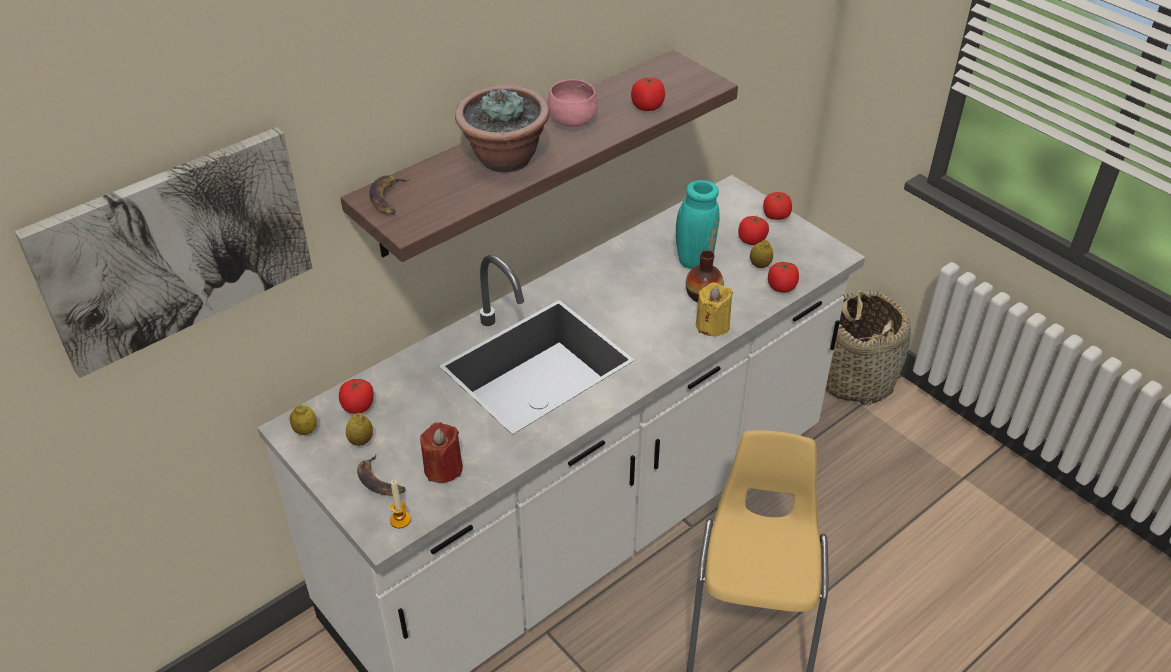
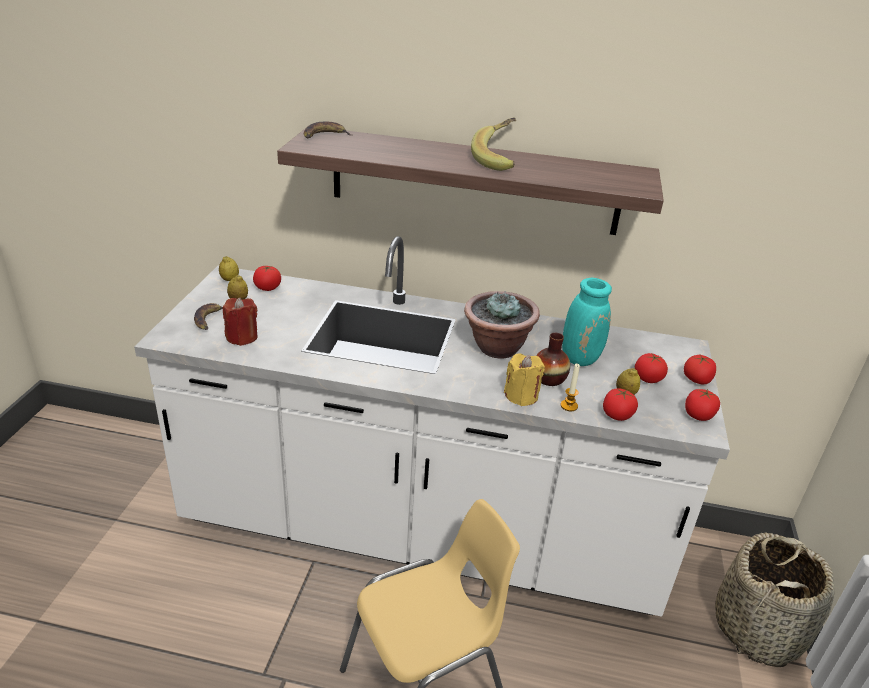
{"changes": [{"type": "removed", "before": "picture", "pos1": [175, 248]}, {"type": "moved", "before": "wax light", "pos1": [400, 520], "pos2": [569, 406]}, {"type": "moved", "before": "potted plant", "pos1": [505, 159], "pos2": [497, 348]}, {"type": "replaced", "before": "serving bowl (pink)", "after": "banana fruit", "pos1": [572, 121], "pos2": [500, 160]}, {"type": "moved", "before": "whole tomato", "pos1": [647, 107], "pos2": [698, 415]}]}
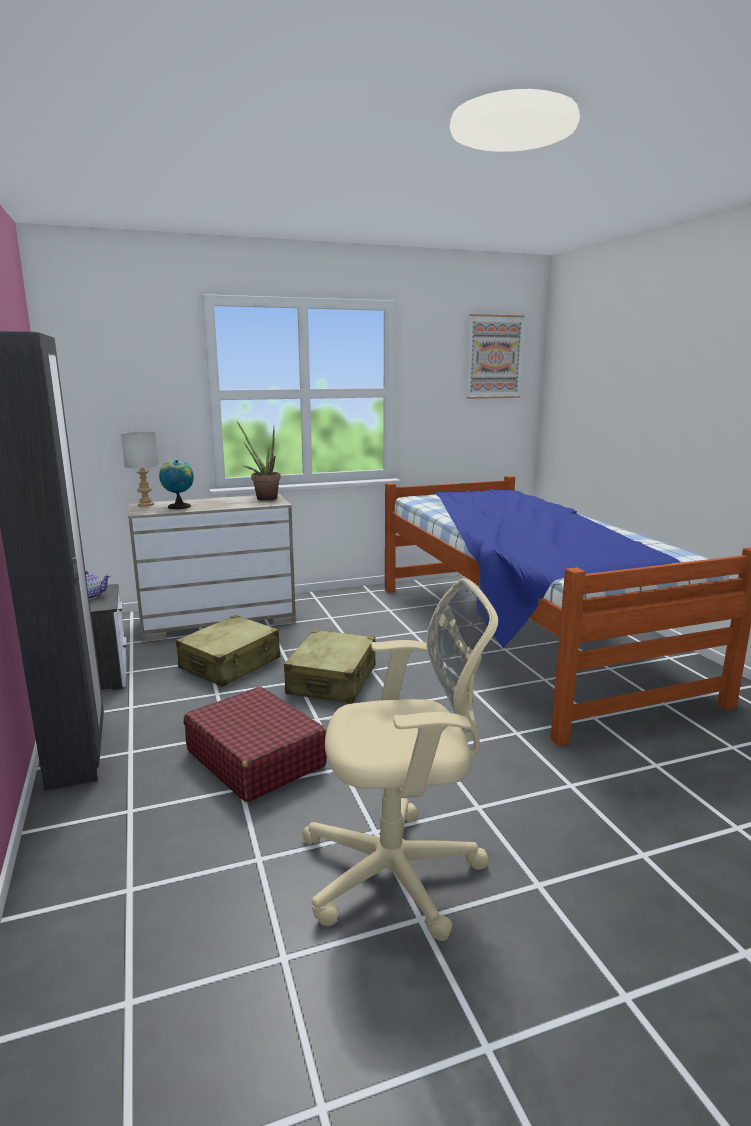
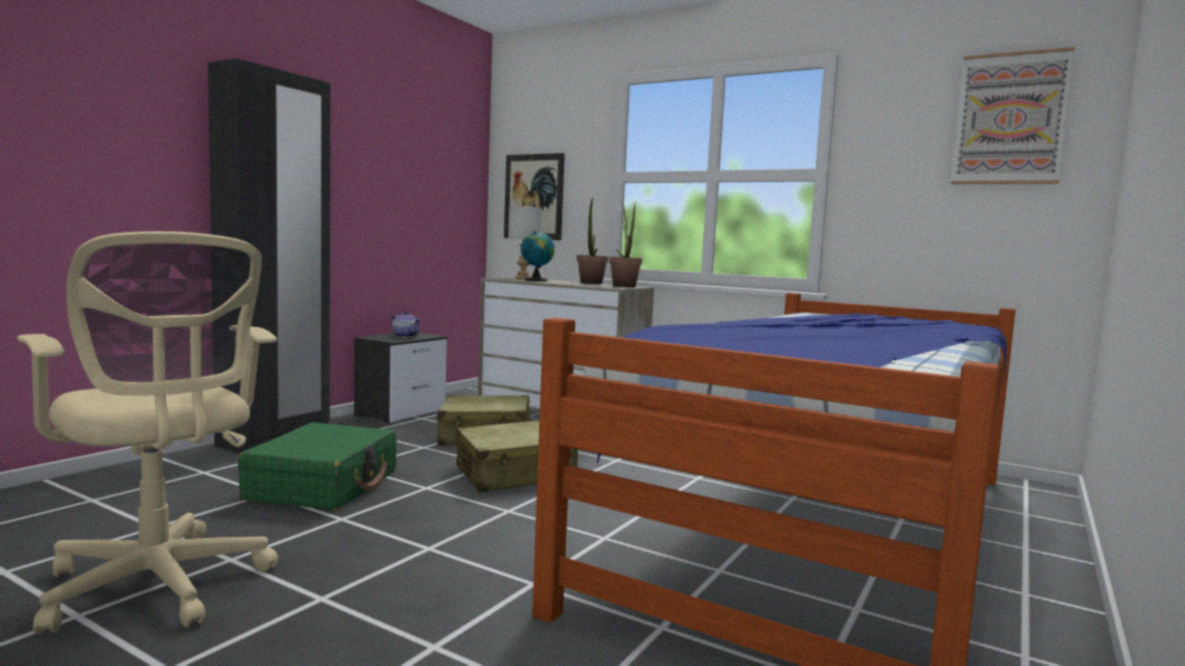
{"changes": [{"type": "recoloured", "before": "suitcase (reddish)", "after": "suitcase (green)", "pos1": [255, 758], "pos2": [324, 485]}, {"type": "added", "after": "picture", "pos2": [533, 197]}, {"type": "added", "after": "potted plant", "pos2": [590, 283]}]}
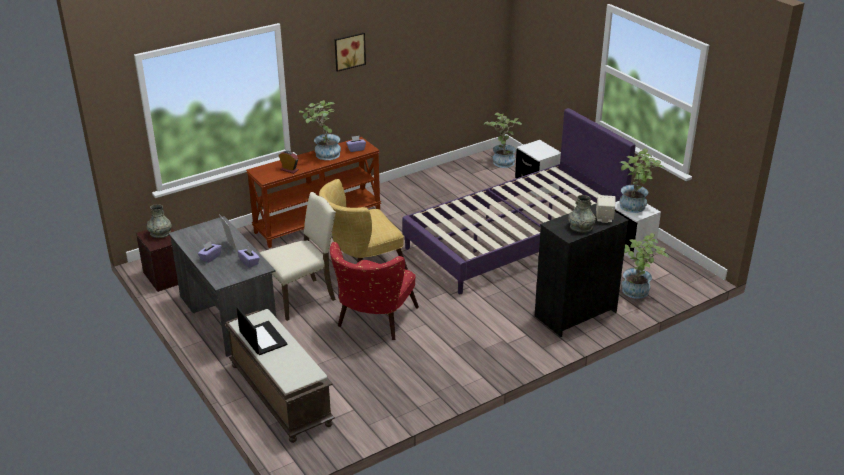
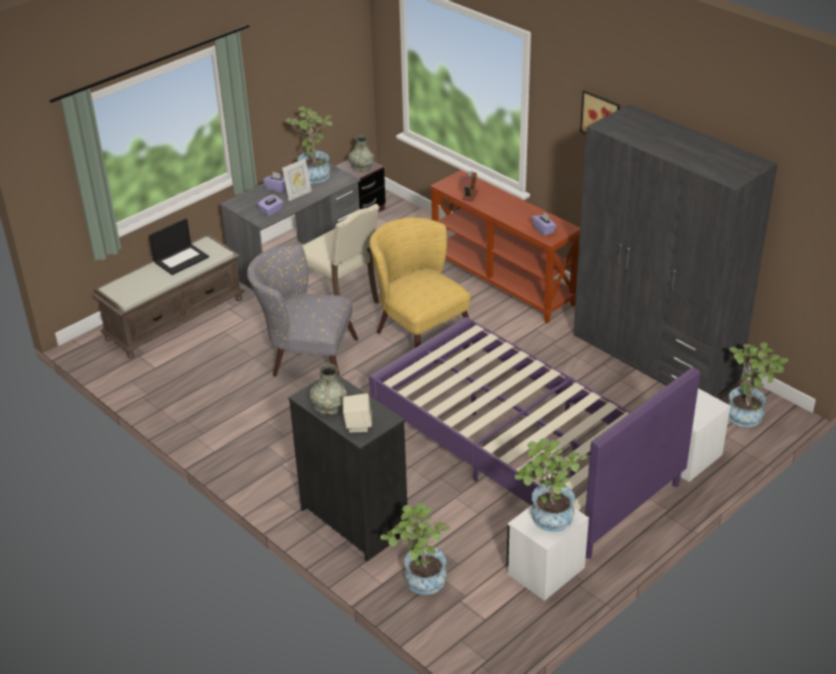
{"changes": [{"type": "moved", "before": "potted plant", "pos1": [323, 154], "pos2": [314, 173]}, {"type": "recoloured", "before": "armchair (reddish)", "after": "armchair (gray)", "pos1": [373, 322], "pos2": [305, 356]}, {"type": "added", "after": "clothes cupboard (gray)", "pos2": [655, 357]}]}
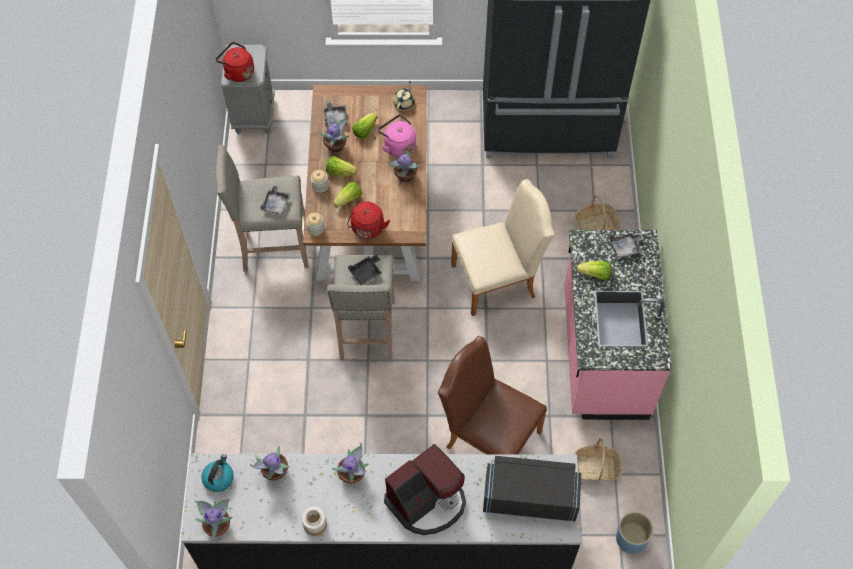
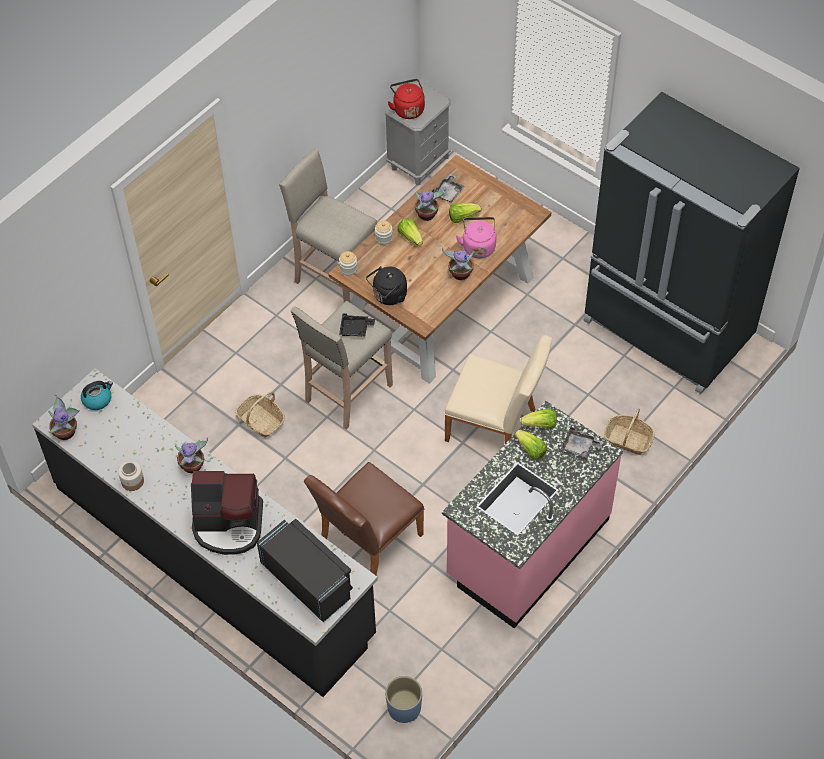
{"changes": [{"type": "removed", "before": "potted plant", "pos1": [275, 473]}, {"type": "removed", "before": "serving tray (gray)", "pos1": [276, 203]}, {"type": "moved", "before": "lettuce head", "pos1": [349, 199], "pos2": [540, 425]}, {"type": "recoloured", "before": "kettle (reddish)", "after": "kettle (blackish)", "pos1": [367, 229], "pos2": [388, 296]}, {"type": "removed", "before": "teapot (beige)", "pos1": [404, 102]}, {"type": "turned", "before": "upright chair (brown)", "pos1": [488, 435], "pos2": [366, 543], "turn": -120}, {"type": "moved", "before": "household basket", "pos1": [596, 467], "pos2": [261, 420]}]}
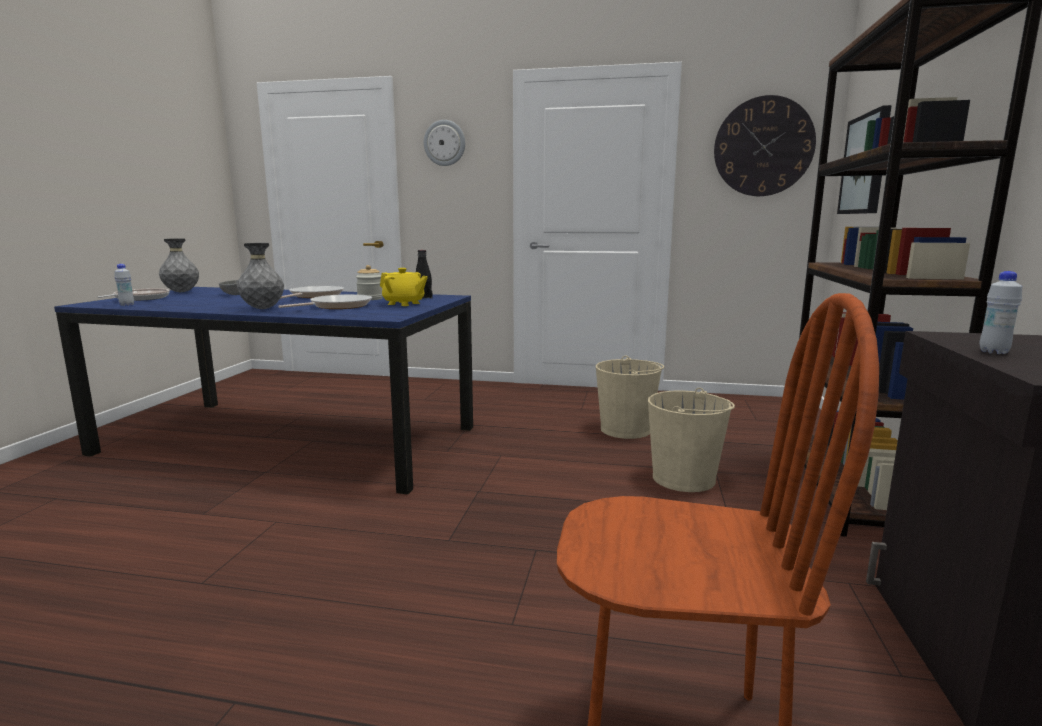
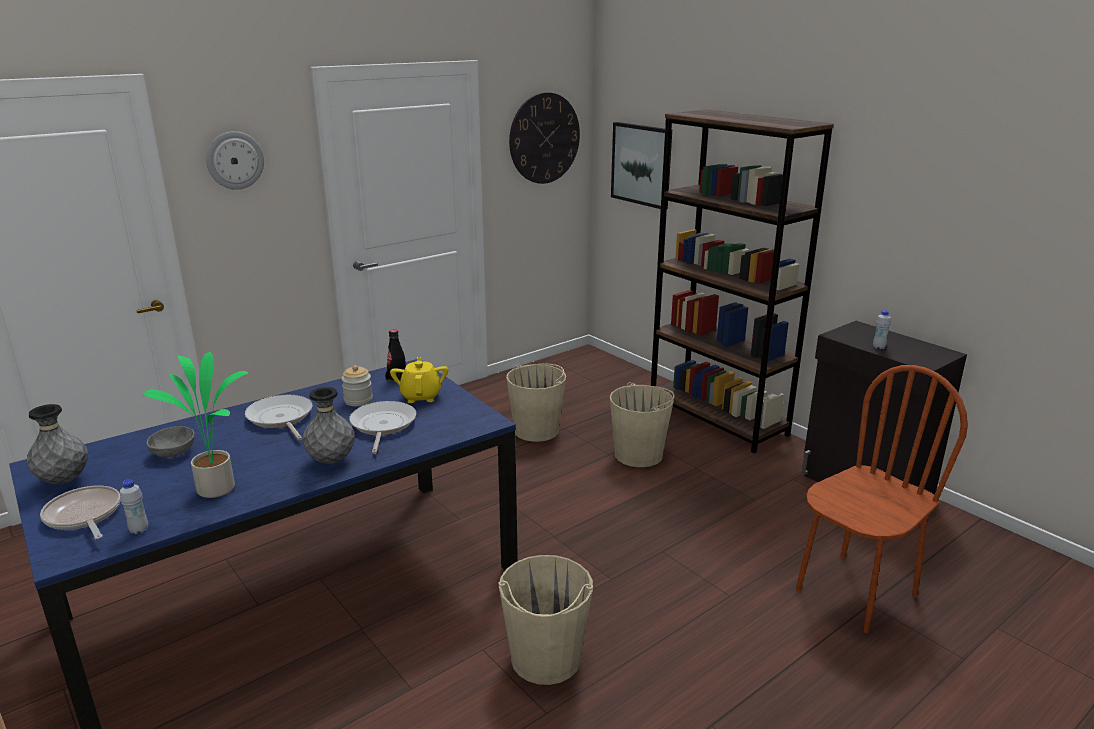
{"changes": [{"type": "turned", "before": "teapot (yellow)", "pos1": [404, 304], "pos2": [421, 396], "turn": -75}, {"type": "added", "after": "potted plant", "pos2": [218, 488]}, {"type": "added", "after": "bucket (beige)", "pos2": [545, 658]}]}
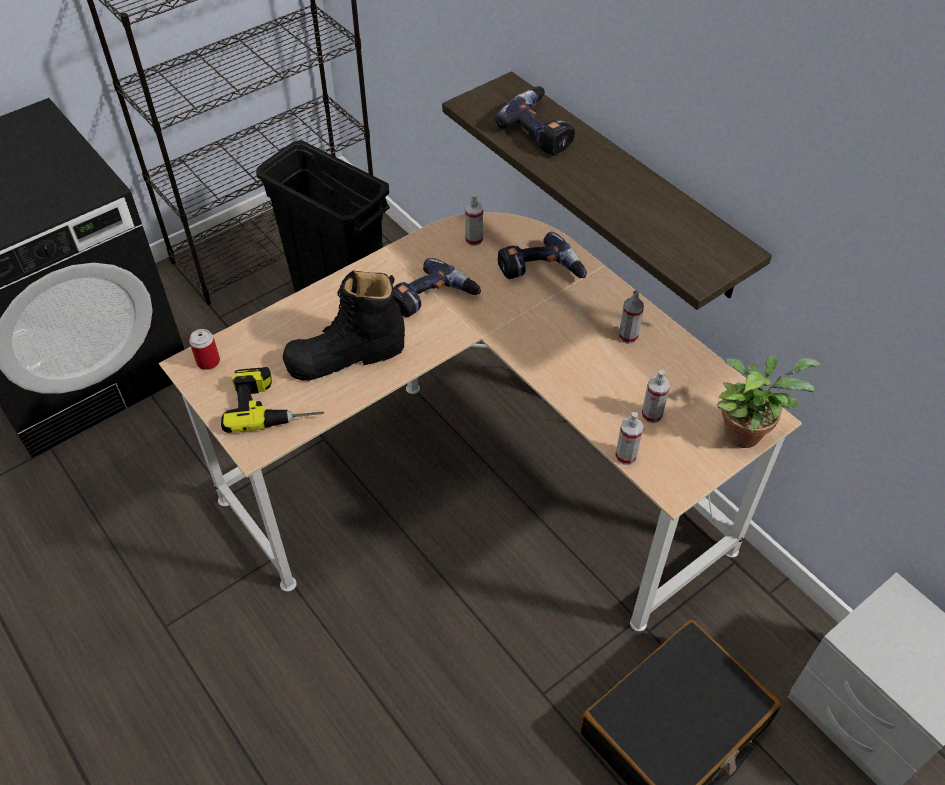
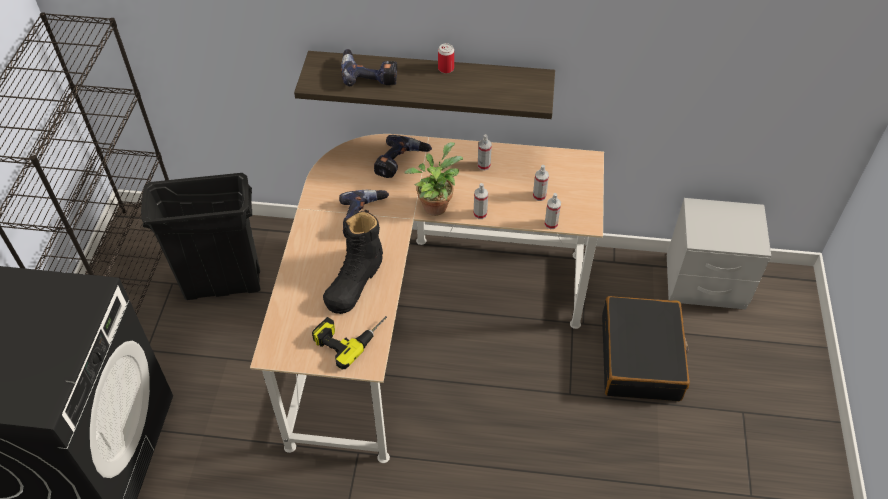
{"changes": [{"type": "moved", "before": "can", "pos1": [208, 362], "pos2": [446, 68]}, {"type": "moved", "before": "hand sprayer", "pos1": [473, 240], "pos2": [480, 214]}, {"type": "moved", "before": "potted plant", "pos1": [745, 431], "pos2": [435, 204]}]}
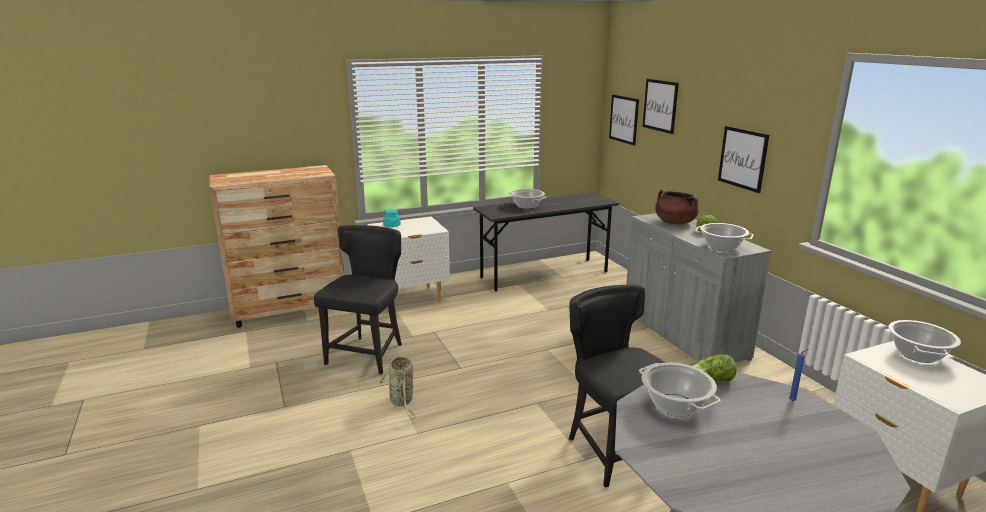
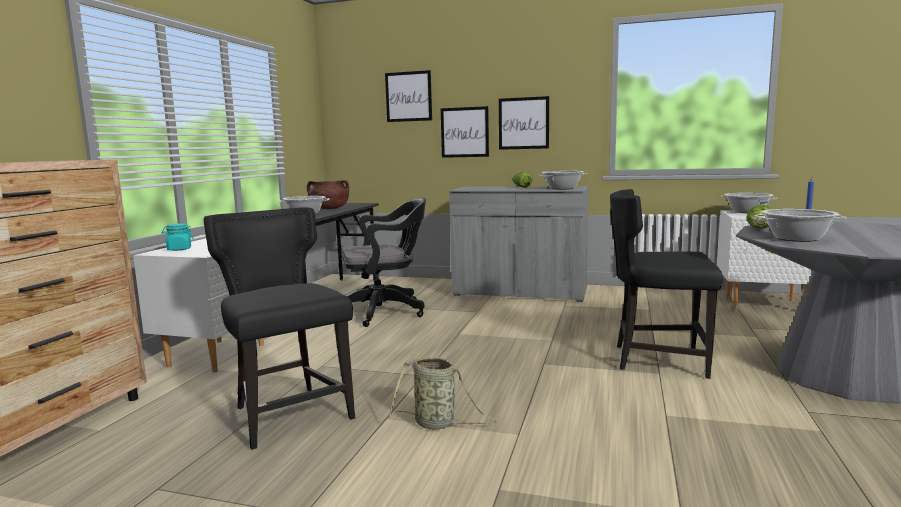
{"changes": [{"type": "moved", "before": "picture", "pos1": [624, 119], "pos2": [464, 132]}, {"type": "moved", "before": "stockpot (brown)", "pos1": [674, 222], "pos2": [329, 209]}, {"type": "added", "after": "desk chair (blackish)", "pos2": [384, 311]}]}
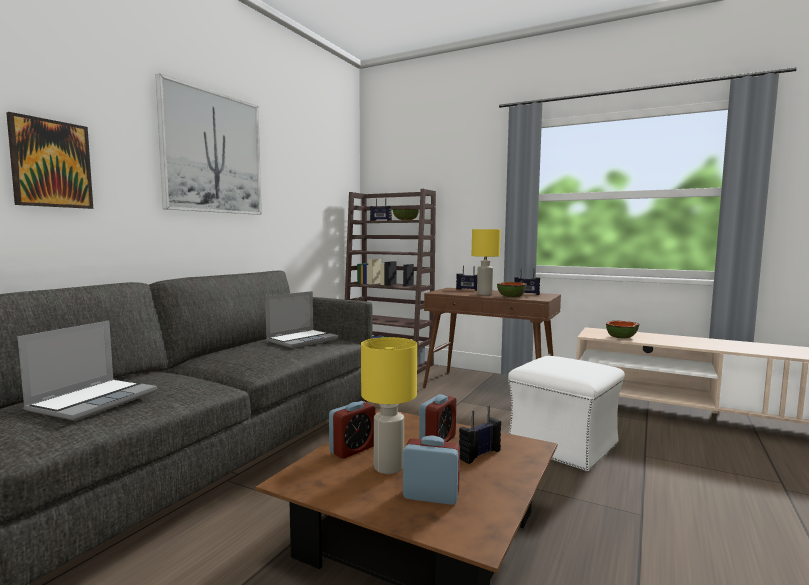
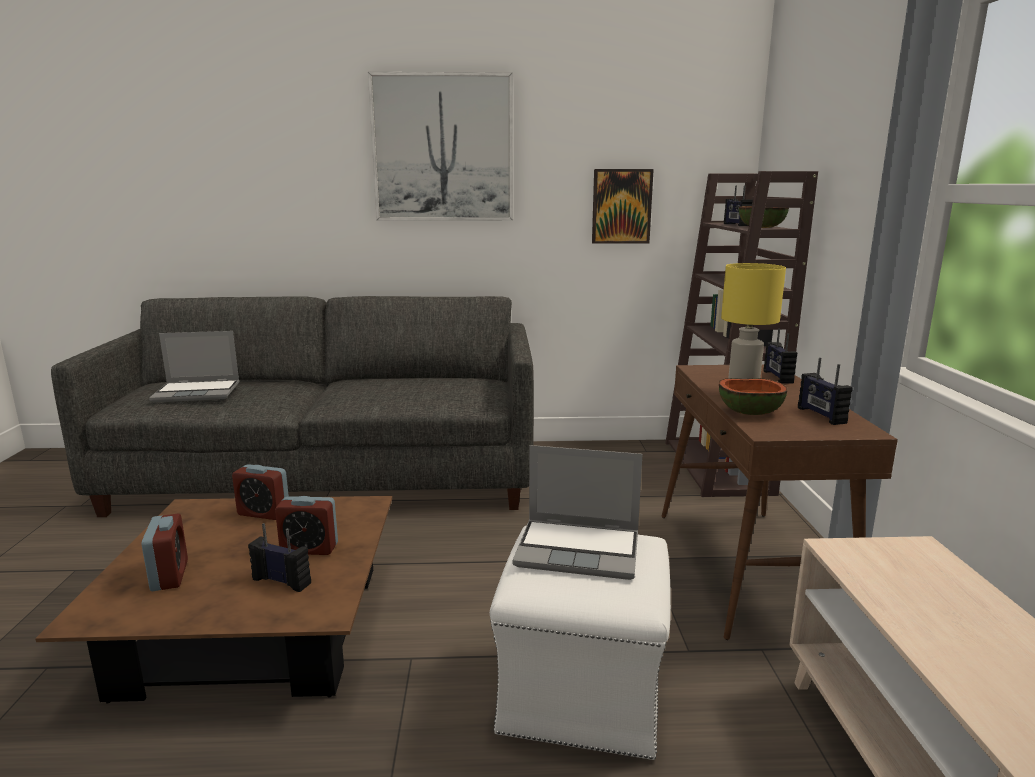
{"changes": [{"type": "moved", "before": "picture", "pos1": [51, 164], "pos2": [621, 206]}, {"type": "moved", "before": "laptop", "pos1": [302, 340], "pos2": [580, 550]}, {"type": "removed", "before": "table lamp (yellow)", "pos1": [389, 468]}, {"type": "removed", "before": "serving bowl", "pos1": [621, 337]}]}
